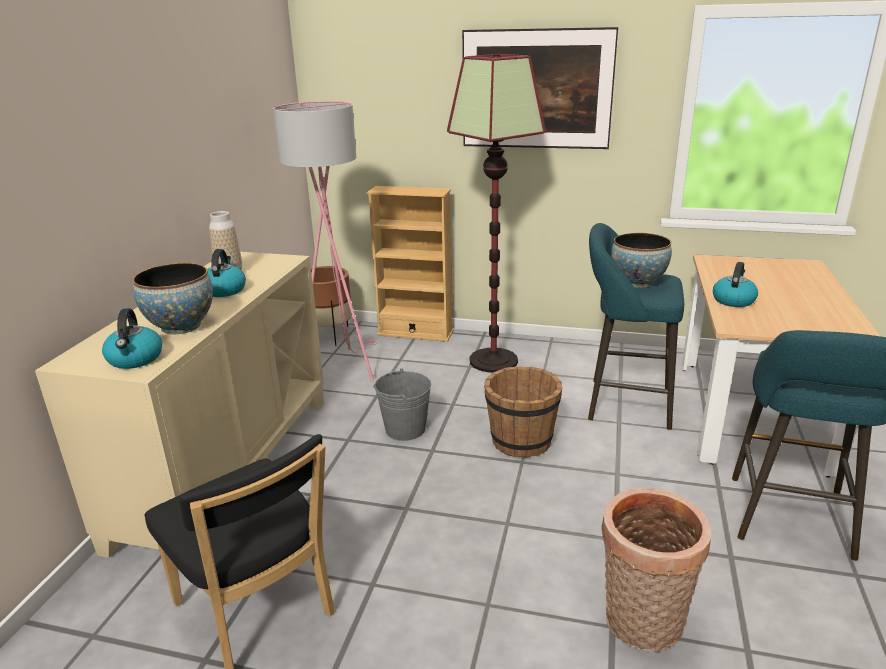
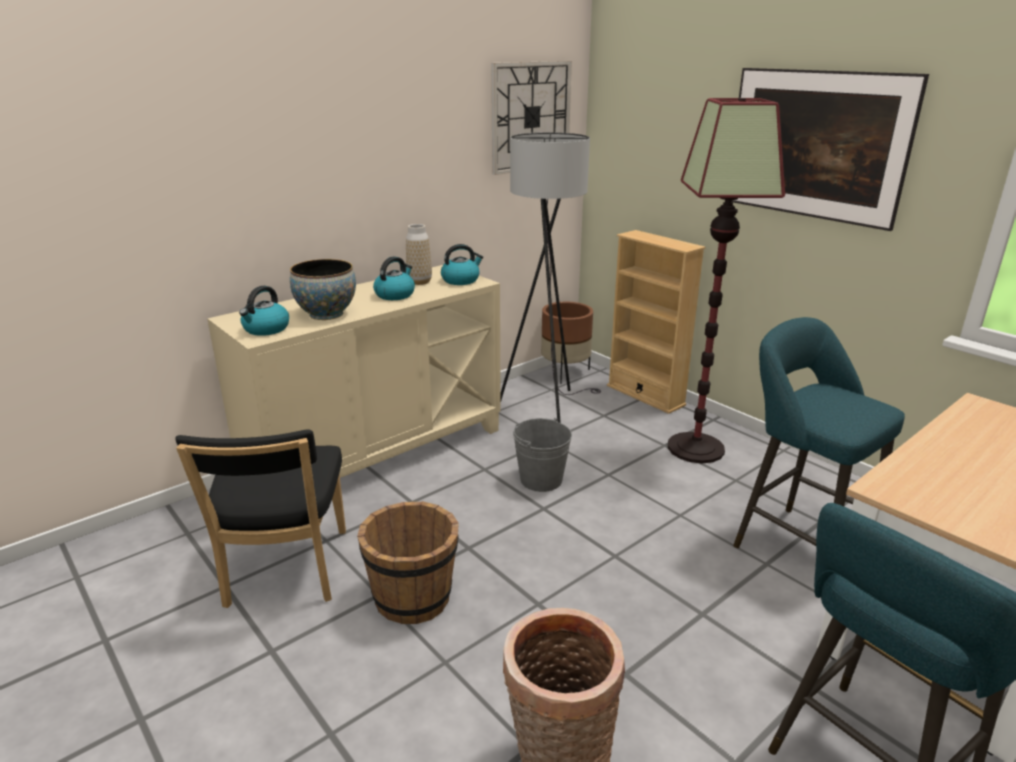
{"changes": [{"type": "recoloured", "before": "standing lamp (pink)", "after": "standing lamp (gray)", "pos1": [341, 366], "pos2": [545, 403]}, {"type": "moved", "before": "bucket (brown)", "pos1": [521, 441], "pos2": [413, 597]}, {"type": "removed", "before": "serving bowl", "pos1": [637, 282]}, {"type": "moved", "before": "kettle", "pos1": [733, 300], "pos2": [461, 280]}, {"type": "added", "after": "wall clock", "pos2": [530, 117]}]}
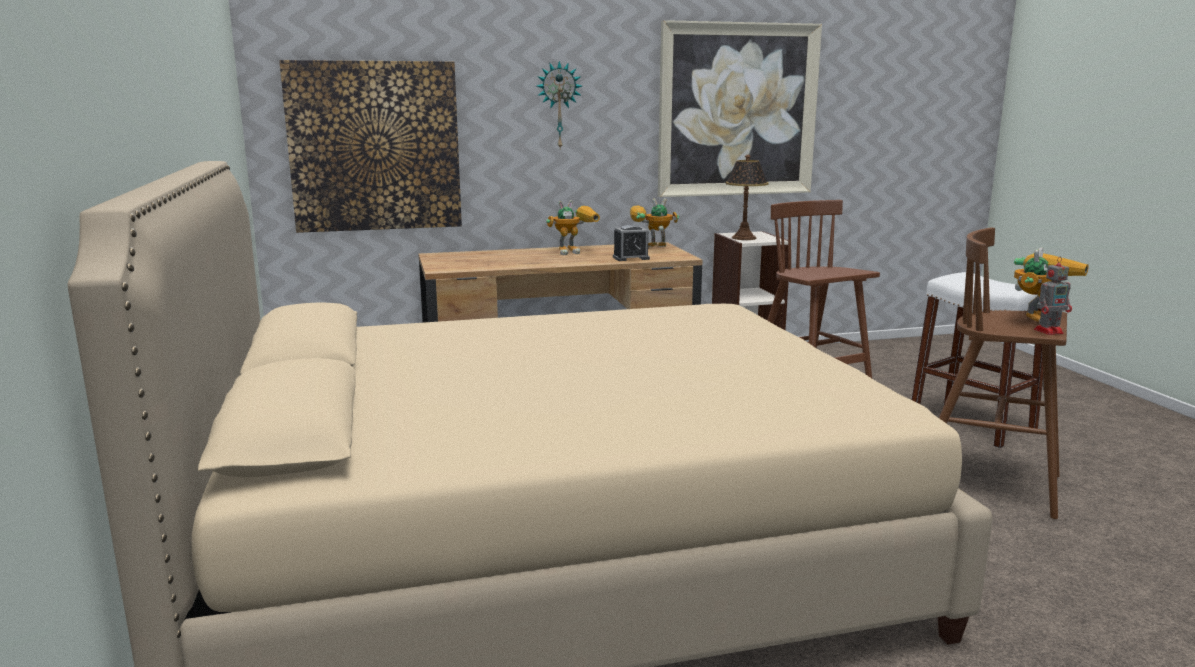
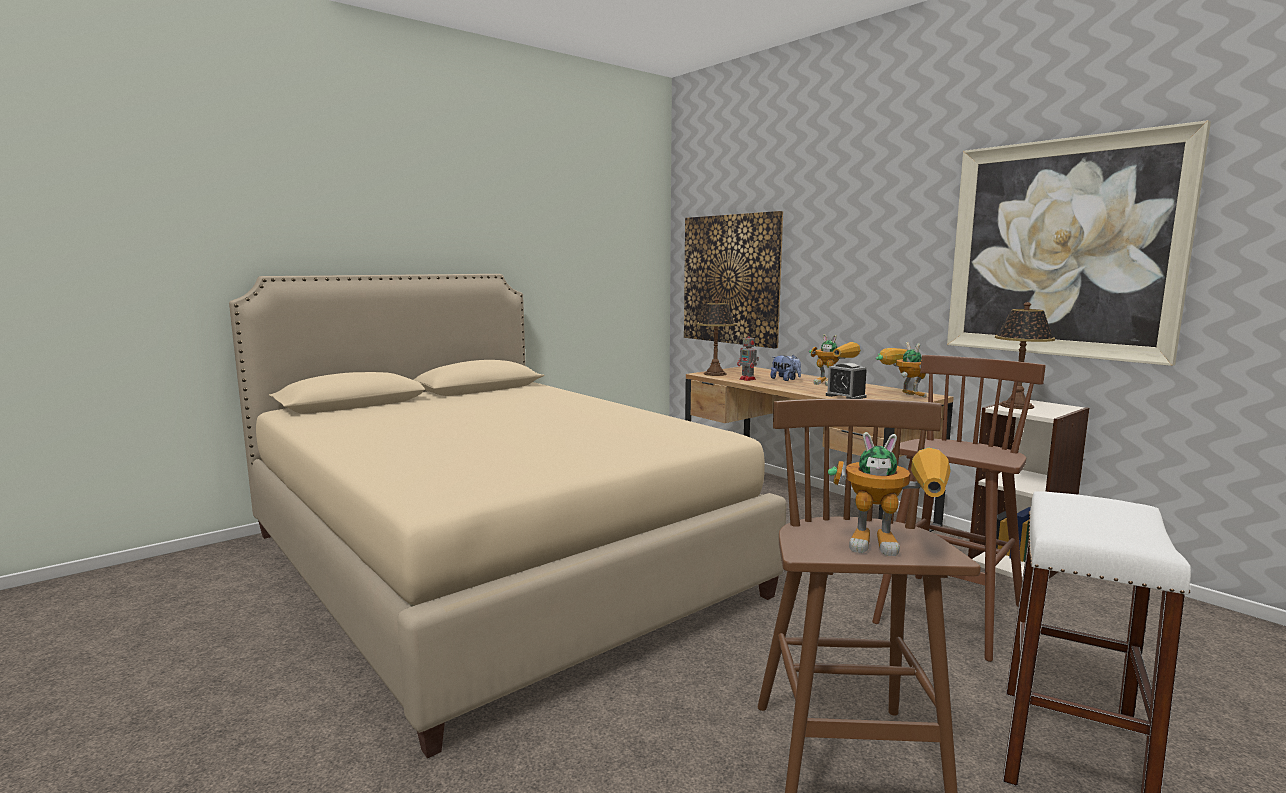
{"changes": [{"type": "removed", "before": "wall clock", "pos1": [558, 105]}, {"type": "moved", "before": "model robot", "pos1": [1049, 331], "pos2": [748, 379]}, {"type": "added", "after": "table lamp", "pos2": [715, 374]}, {"type": "added", "after": "soft toy", "pos2": [785, 379]}]}
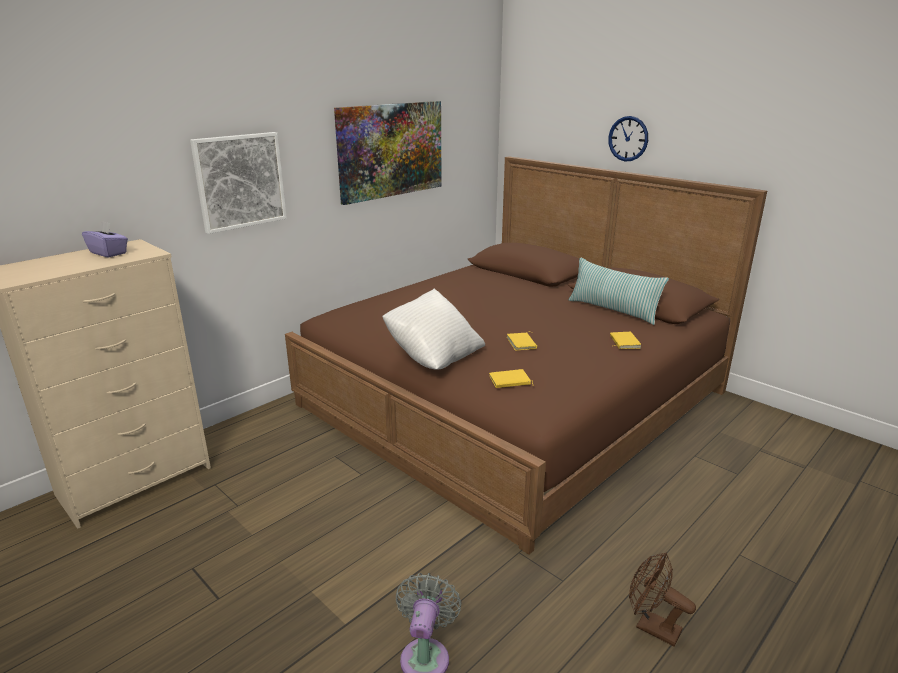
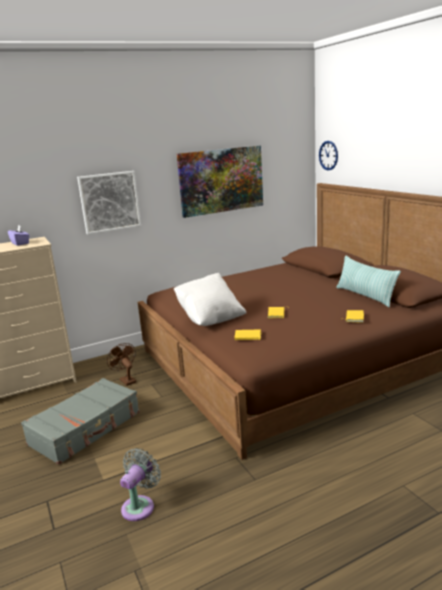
{"changes": [{"type": "moved", "before": "wall clock", "pos1": [628, 138], "pos2": [328, 155]}, {"type": "moved", "before": "fan (brown)", "pos1": [651, 627], "pos2": [126, 380]}, {"type": "added", "after": "suitcase (gray)", "pos2": [86, 428]}]}
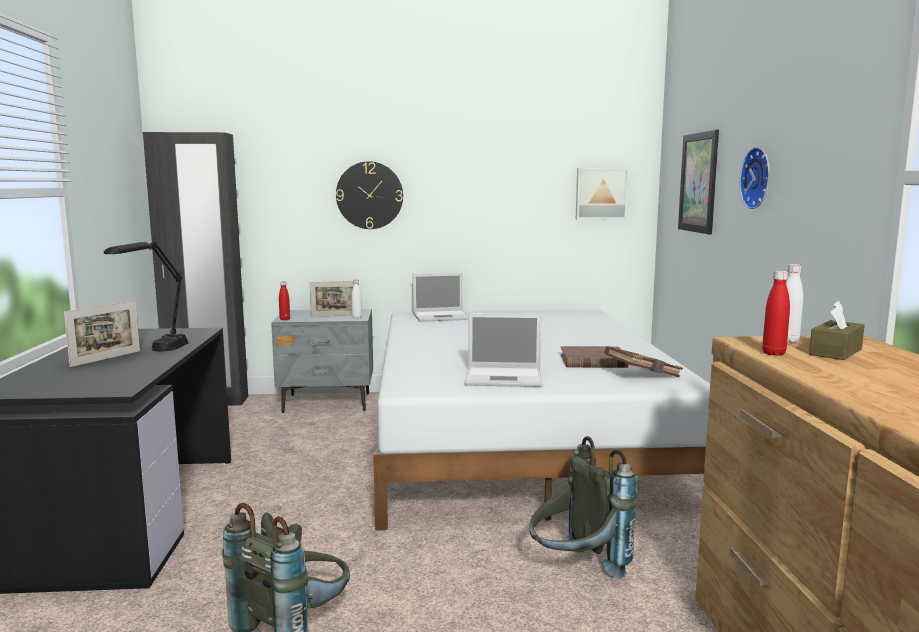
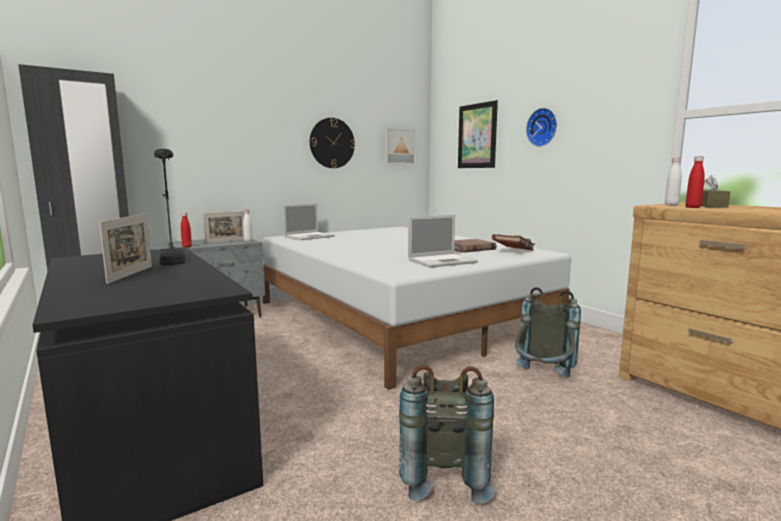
{"changes": [{"type": "moved", "before": "wall clock", "pos1": [369, 195], "pos2": [332, 143]}]}
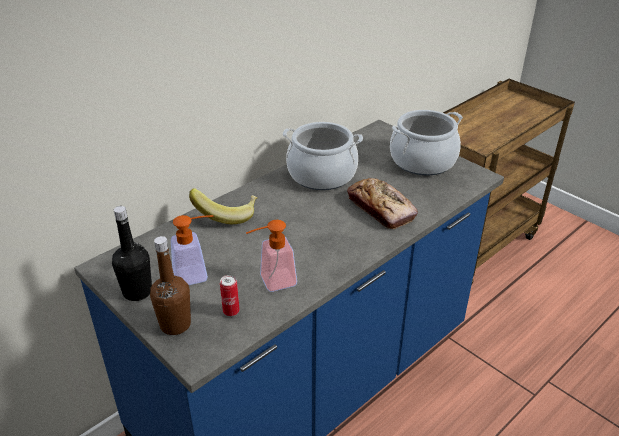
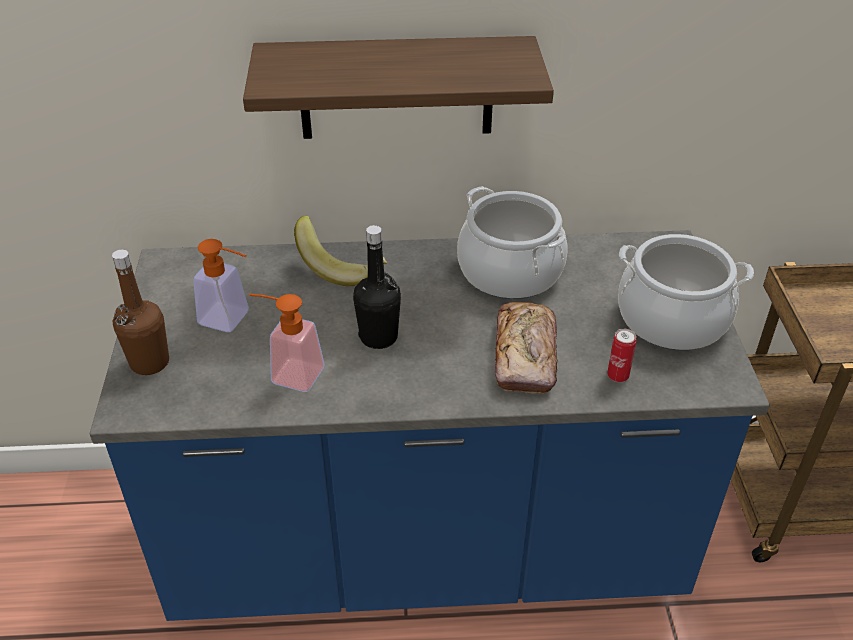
{"changes": [{"type": "moved", "before": "bottle (blackish)", "pos1": [137, 292], "pos2": [378, 337]}, {"type": "moved", "before": "can", "pos1": [231, 311], "pos2": [617, 376]}, {"type": "added", "after": "bracket shelf", "pos2": [396, 88]}]}
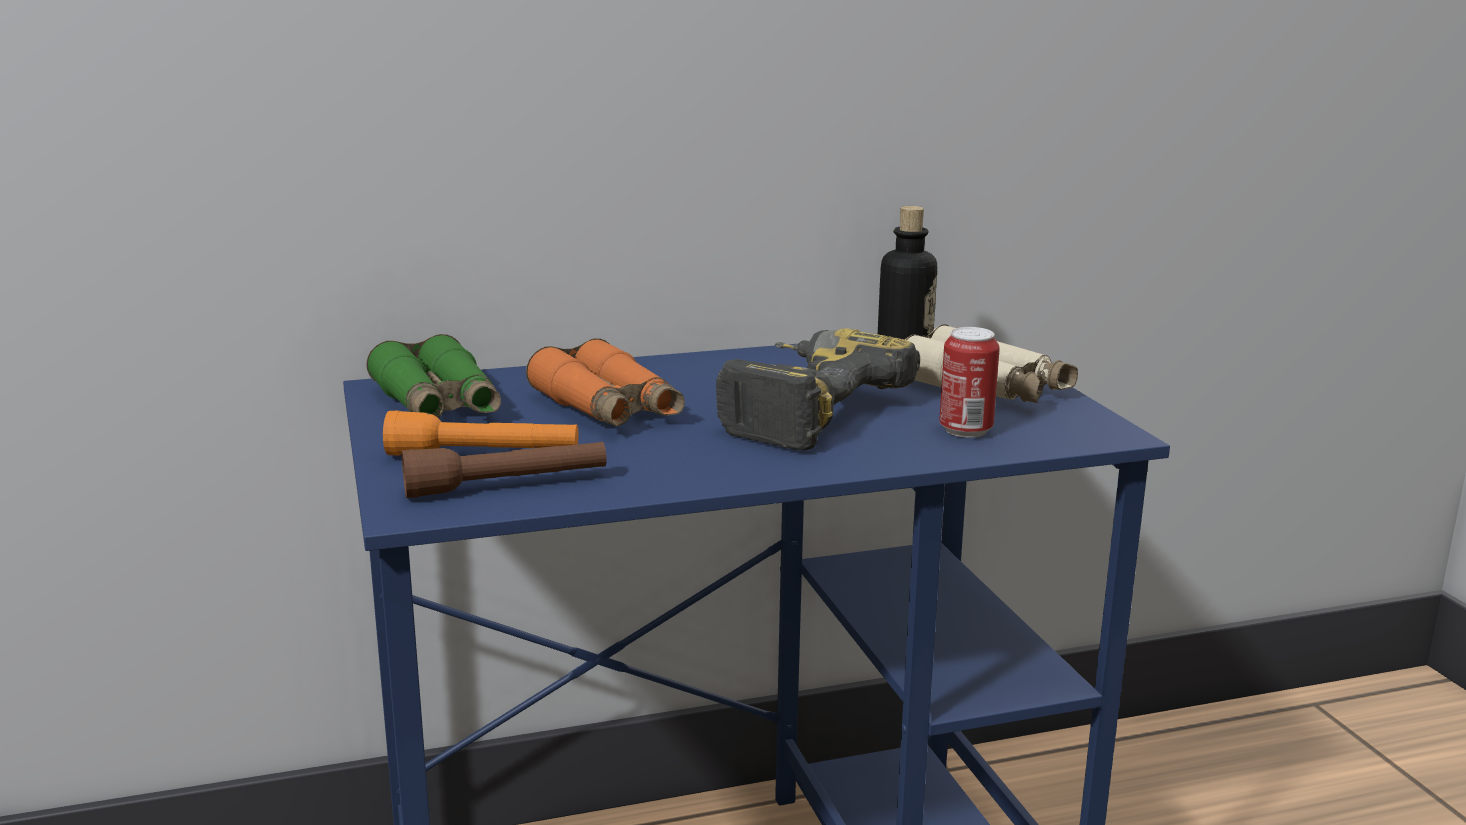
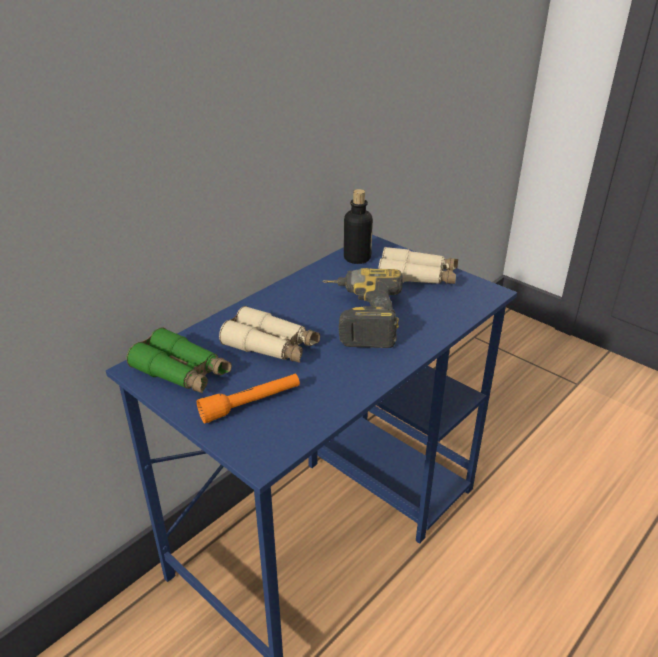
{"changes": [{"type": "removed", "before": "torch (brown)", "pos1": [507, 486]}, {"type": "recoloured", "before": "field glasses (orange)", "after": "field glasses (beige)", "pos1": [607, 408], "pos2": [271, 346]}, {"type": "removed", "before": "can", "pos1": [965, 430]}]}
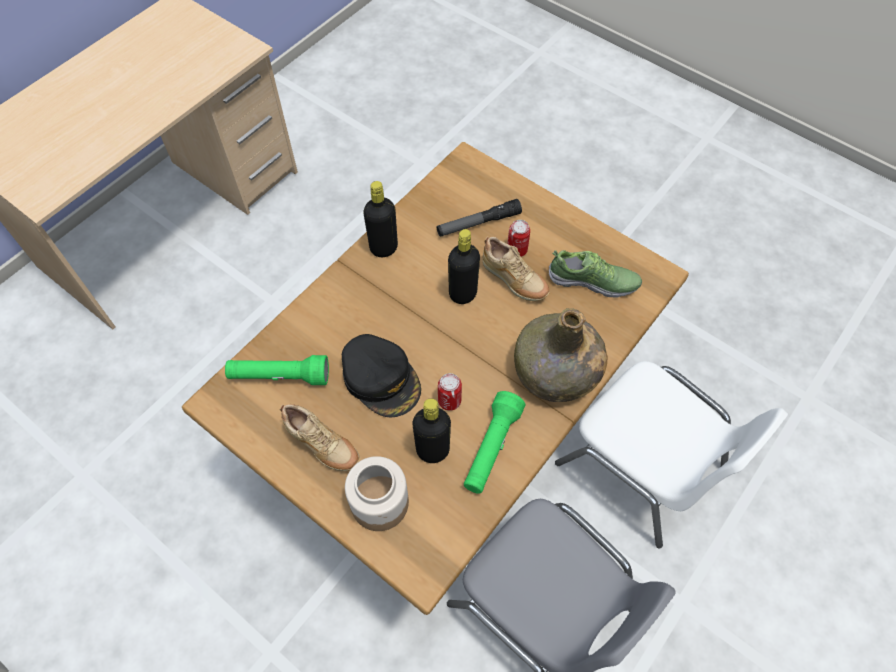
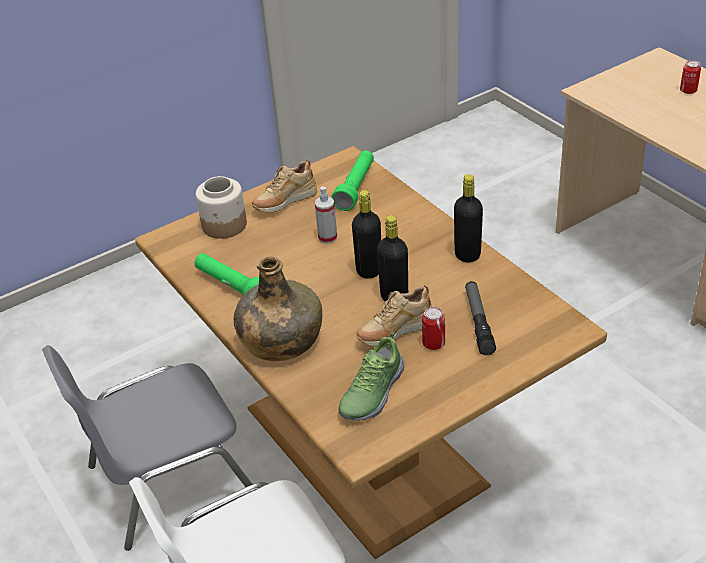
{"changes": [{"type": "replaced", "before": "peaked cap (blackish)", "after": "hand sprayer", "pos1": [381, 378], "pos2": [327, 238]}, {"type": "moved", "before": "bottle (blackish)", "pos1": [432, 450], "pos2": [369, 270]}, {"type": "moved", "before": "can", "pos1": [449, 401], "pos2": [688, 91]}]}
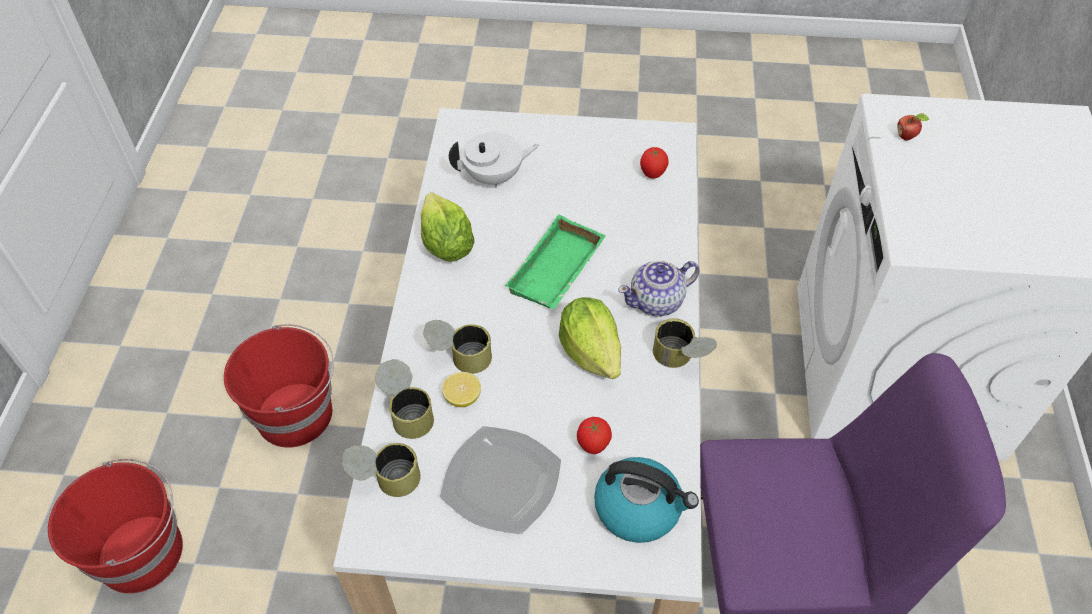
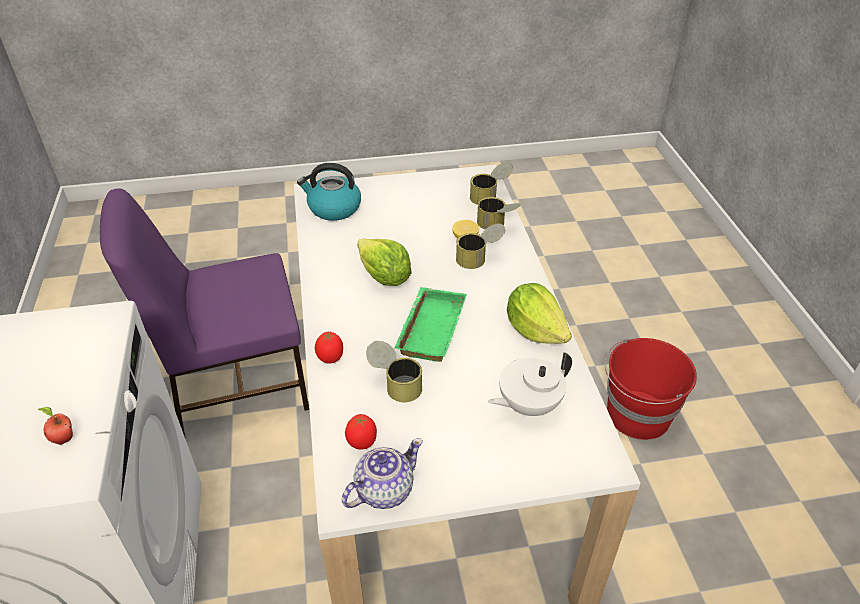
{"changes": [{"type": "removed", "before": "bucket (reddish)", "pos1": [142, 552]}, {"type": "removed", "before": "dinner plate", "pos1": [501, 480]}, {"type": "moved", "before": "whole tomato", "pos1": [592, 445], "pos2": [331, 359]}, {"type": "moved", "before": "teapot", "pos1": [657, 301], "pos2": [383, 490]}, {"type": "moved", "before": "can", "pos1": [681, 359], "pos2": [395, 384]}]}
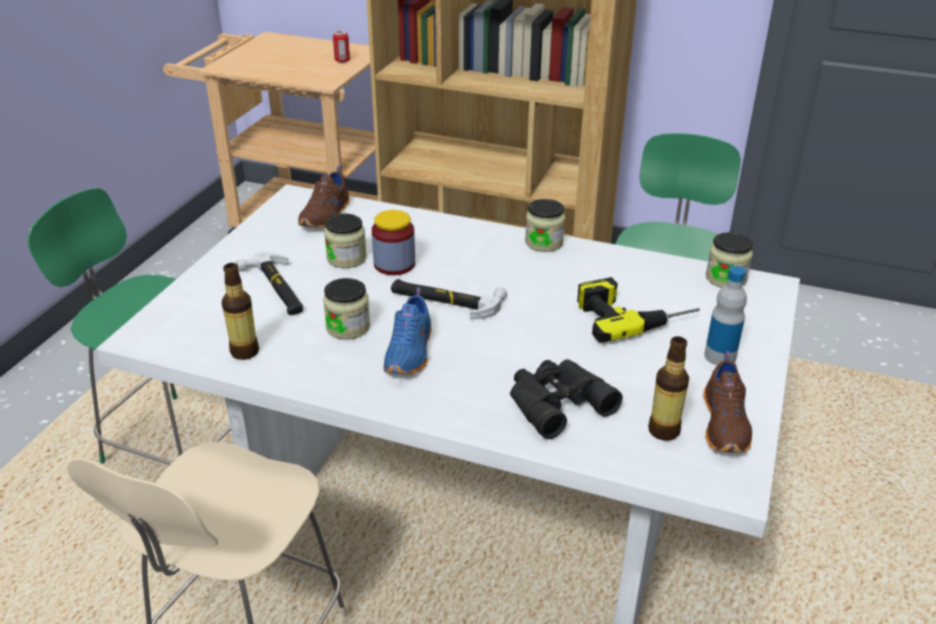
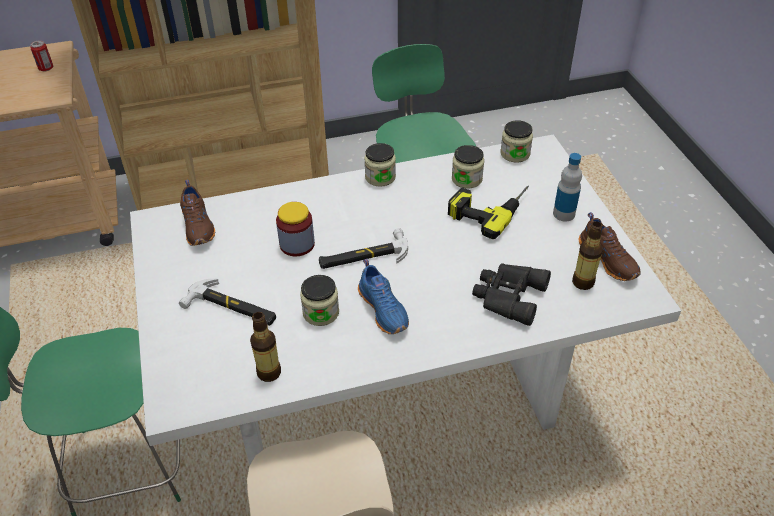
{"changes": [{"type": "moved", "before": "jar", "pos1": [346, 258], "pos2": [467, 179]}]}
